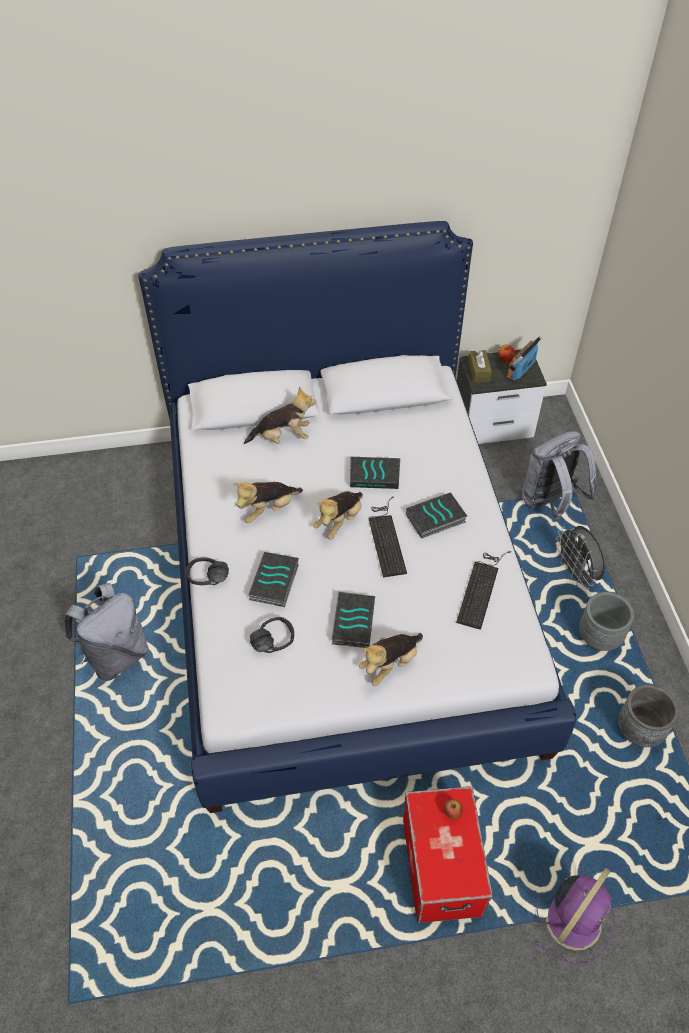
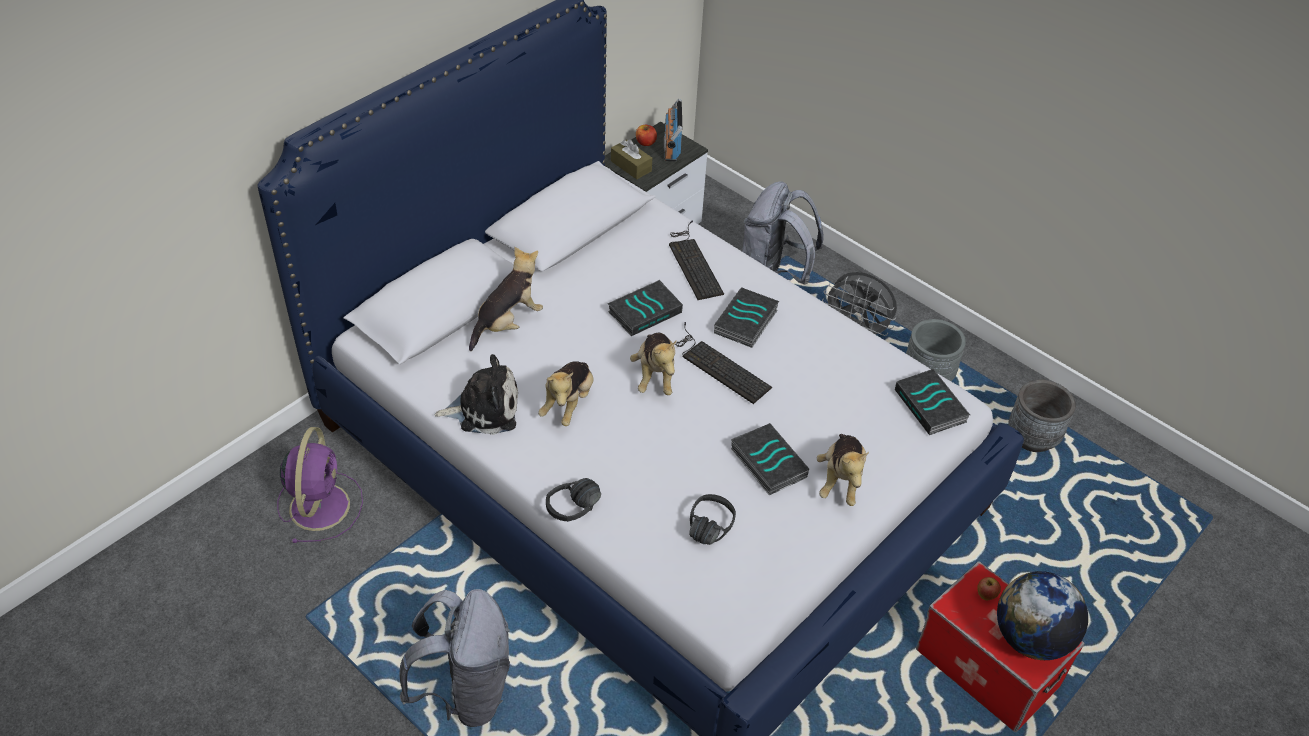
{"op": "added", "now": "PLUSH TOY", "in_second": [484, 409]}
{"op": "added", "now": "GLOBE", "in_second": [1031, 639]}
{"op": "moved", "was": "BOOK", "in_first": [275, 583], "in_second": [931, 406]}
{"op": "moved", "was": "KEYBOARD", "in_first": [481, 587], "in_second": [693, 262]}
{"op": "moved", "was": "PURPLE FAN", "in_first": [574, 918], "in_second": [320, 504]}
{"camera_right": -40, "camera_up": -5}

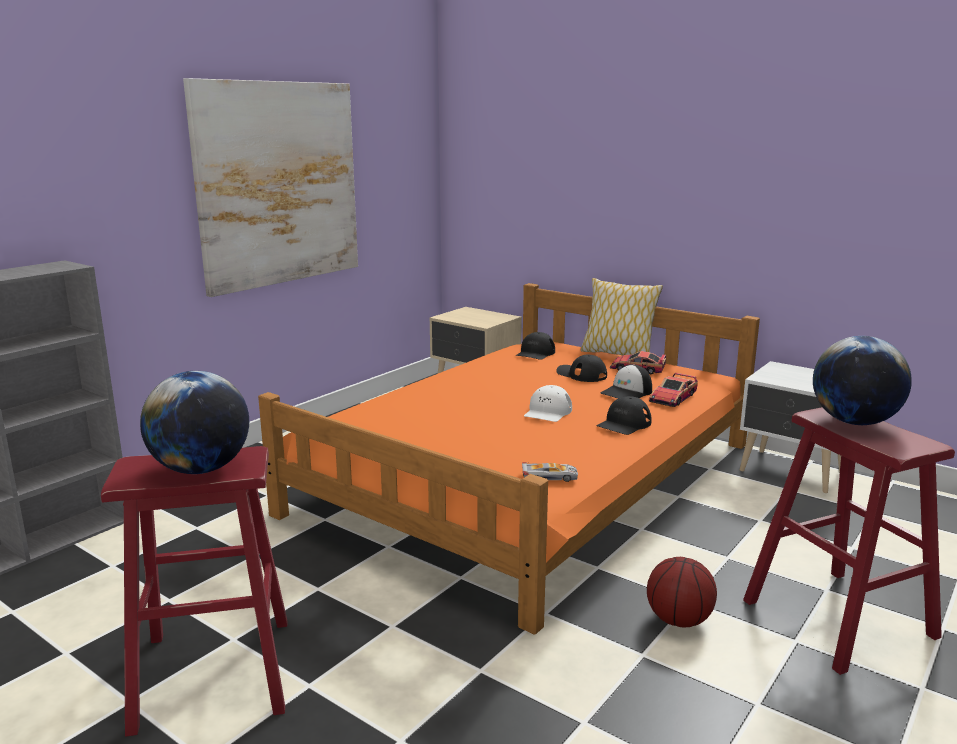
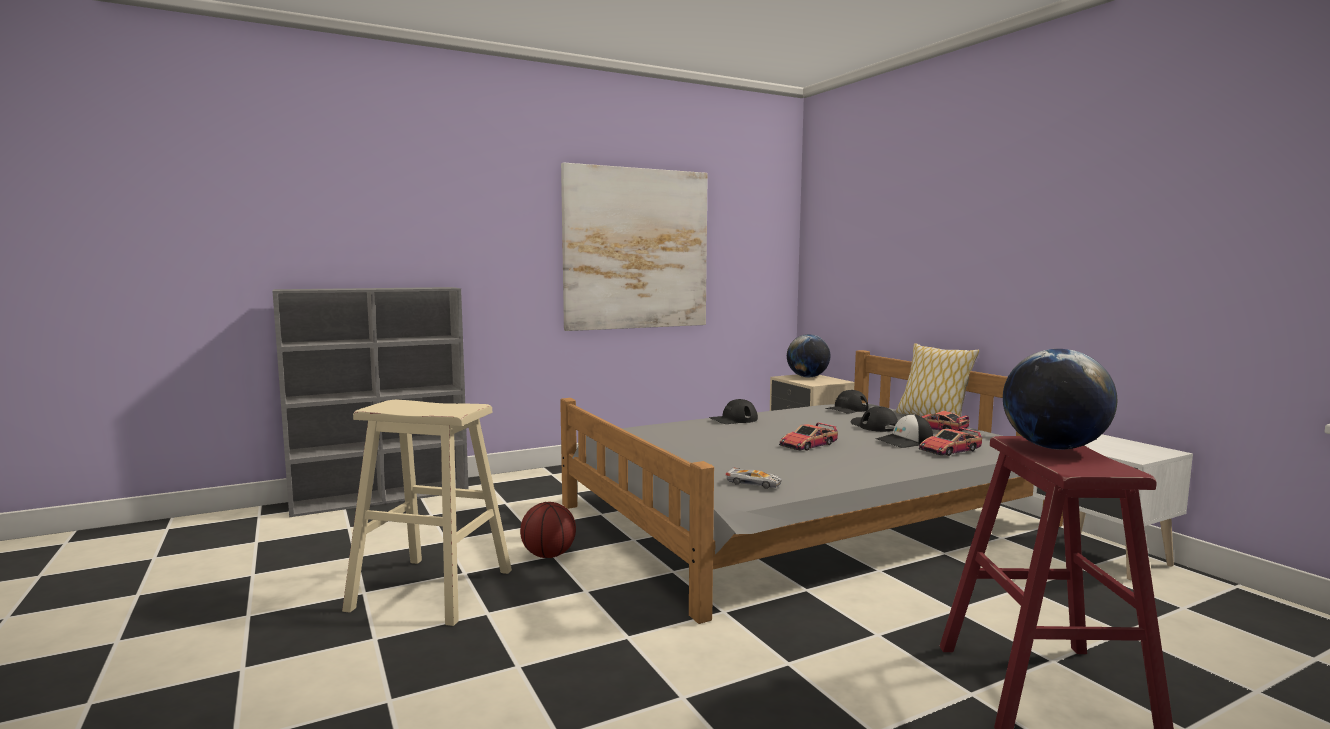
{"op": "moved", "was": "GLOBE", "in_first": [201, 469], "in_second": [807, 377]}
{"op": "moved", "was": "BLACK CAP", "in_first": [624, 424], "in_second": [733, 420]}
{"op": "moved", "was": "BASKETBALL", "in_first": [679, 620], "in_second": [548, 555]}
{"op": "replaced", "was": "WHITE CAP", "now": "TOY CAR", "in_first": [547, 412], "in_second": [808, 445]}
{"op": "recoloured", "was": "RED STOOL", "now": "BEIGE STOOL", "in_first": [214, 673], "in_second": [432, 589]}
{"op": "recoloured", "was": "ORANGE BED", "now": "GREY BED", "in_first": [529, 478], "in_second": [801, 516]}
{"camera_right": 25, "camera_up": -10}

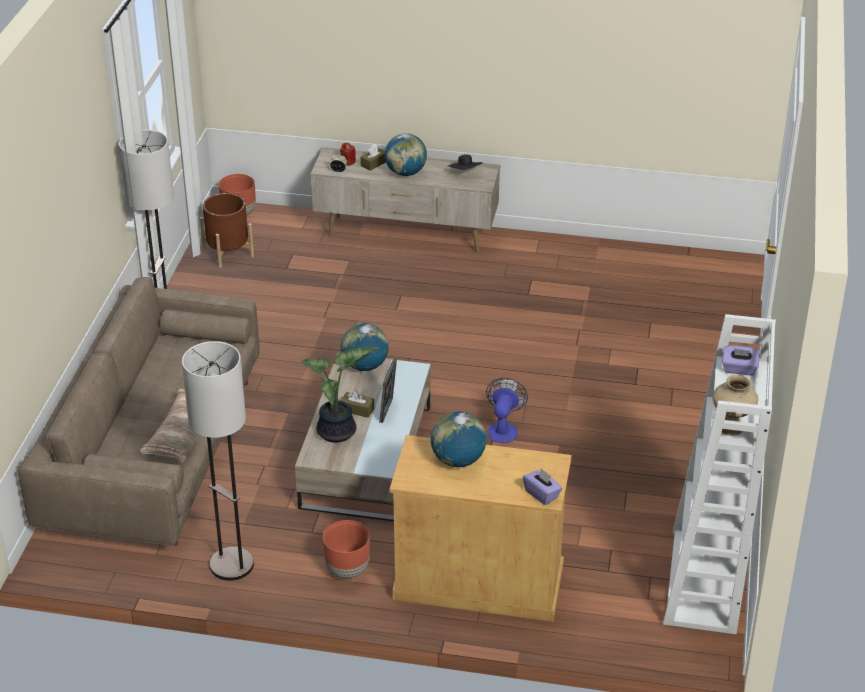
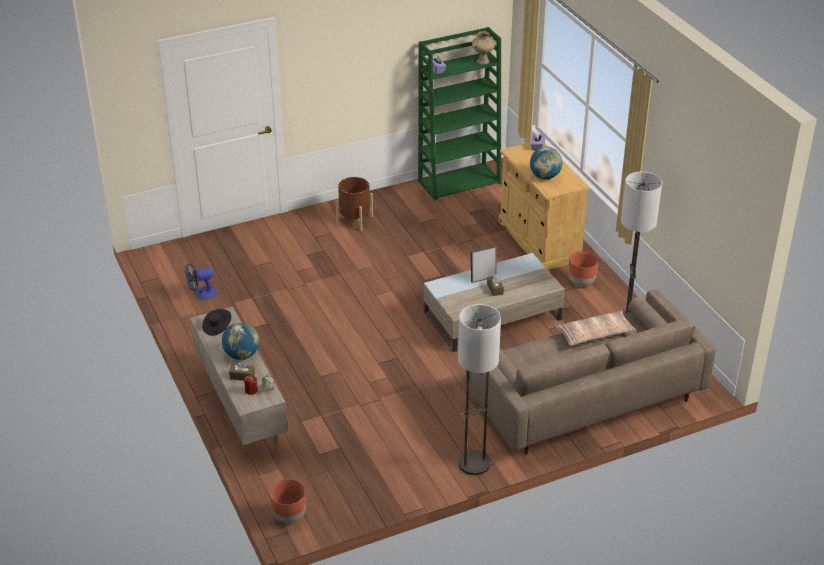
{"op": "removed", "was": "POTTED PLANT", "in_first": [338, 433]}
{"op": "removed", "was": "GLOBE", "in_first": [365, 366]}
{"op": "moved", "was": "BROWN PLANTER", "in_first": [228, 253], "in_second": [354, 220]}
{"op": "moved", "was": "FAN", "in_first": [503, 428], "in_second": [201, 294]}
{"op": "recoloured", "was": "WHITE BOOKCASE", "now": "GREEN BOOKCASE", "in_first": [705, 582], "in_second": [460, 181]}
{"camera_right": -125, "camera_up": 0}

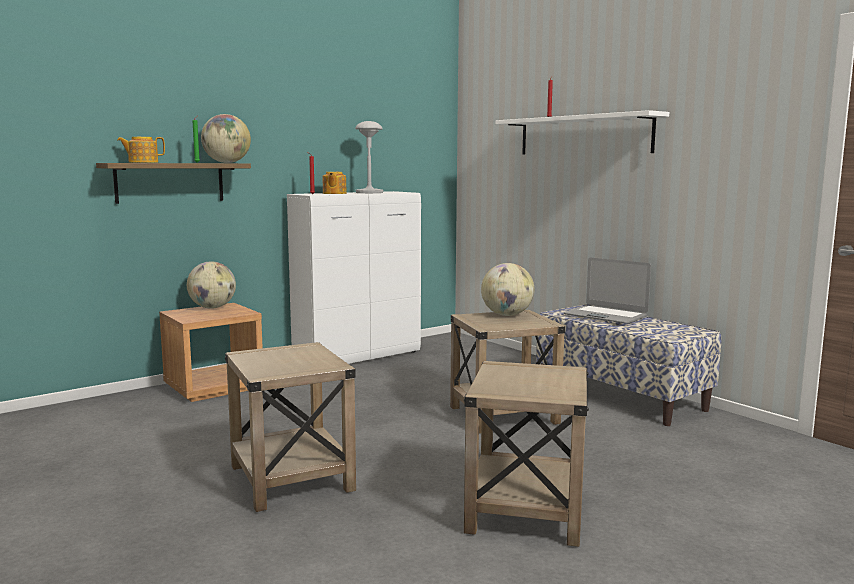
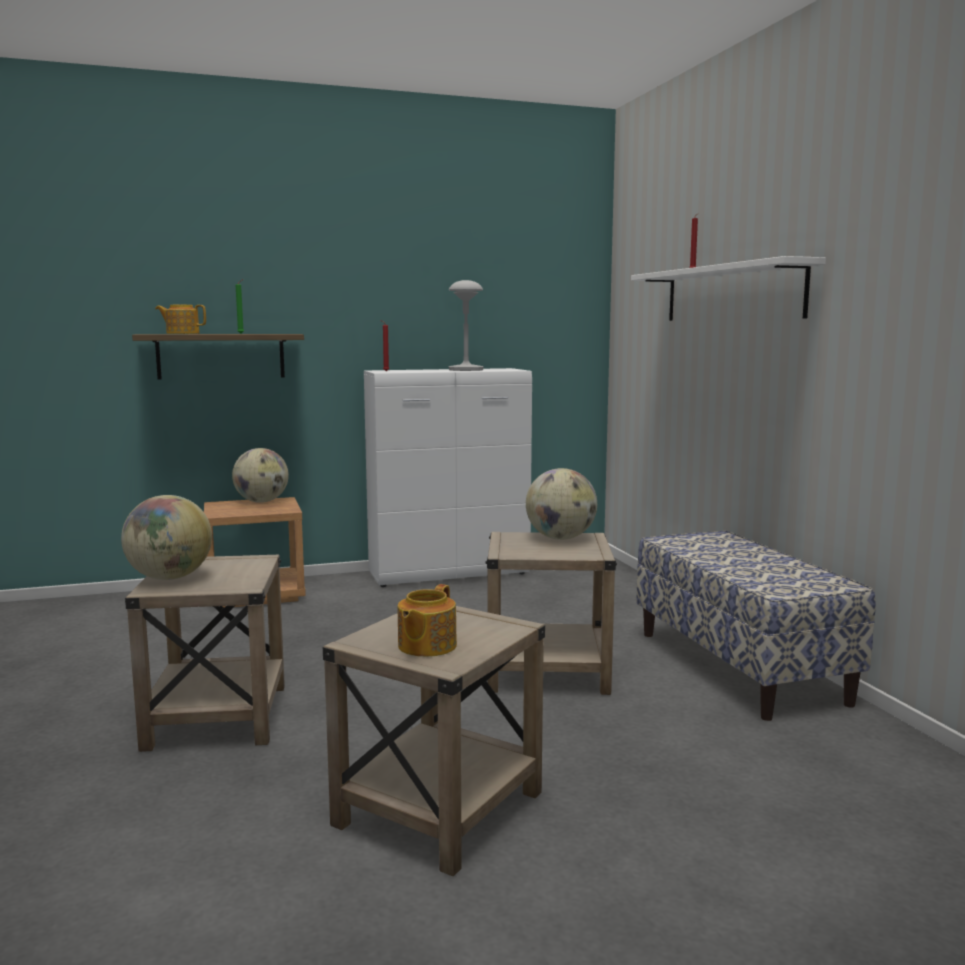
{"op": "removed", "was": "LAPTOP", "in_first": [606, 316]}
{"op": "moved", "was": "GLOBE", "in_first": [226, 163], "in_second": [169, 578]}
{"op": "moved", "was": "TEAPOT", "in_first": [334, 193], "in_second": [425, 646]}
{"camera_right": 20, "camera_up": 0}

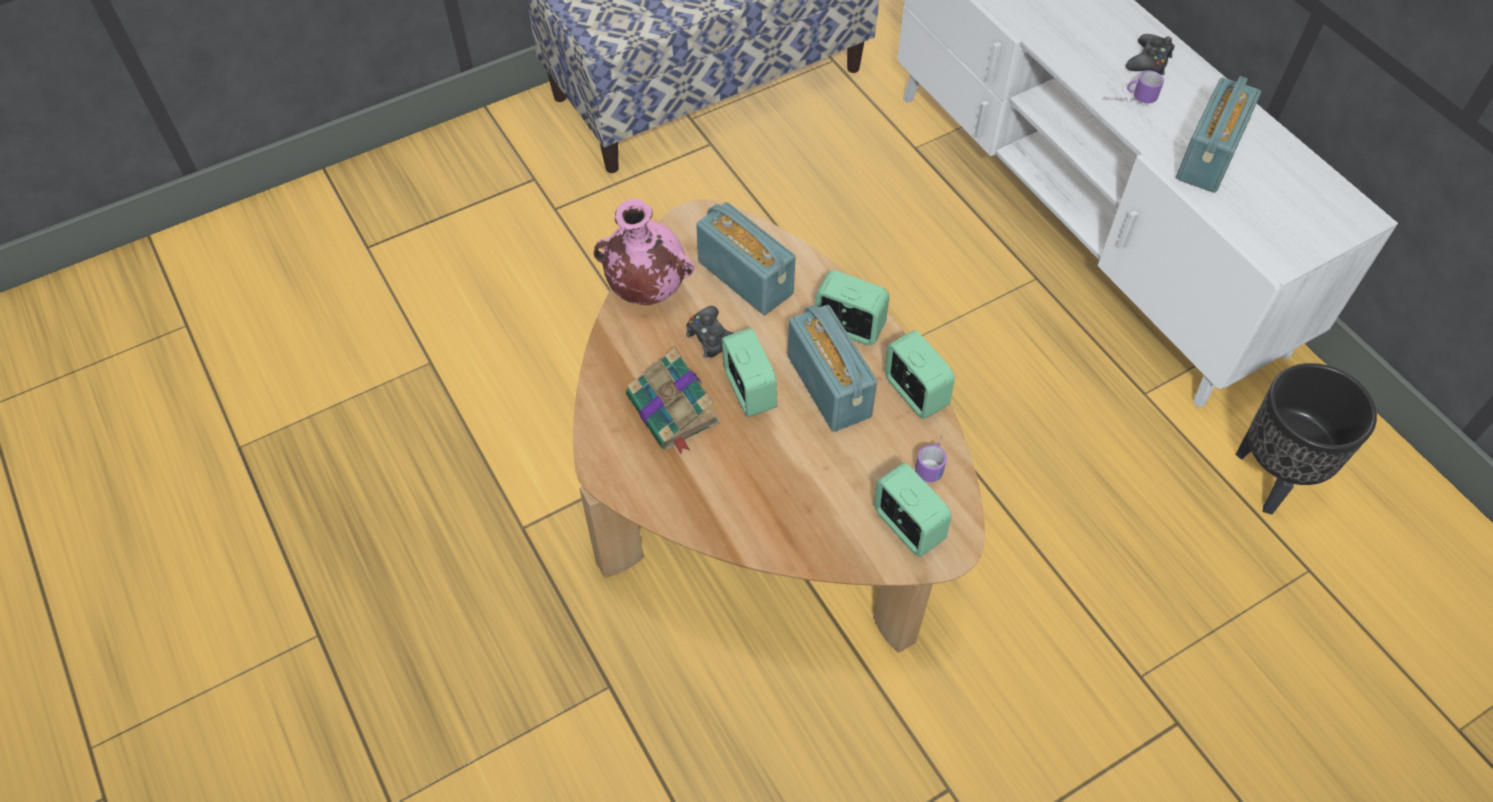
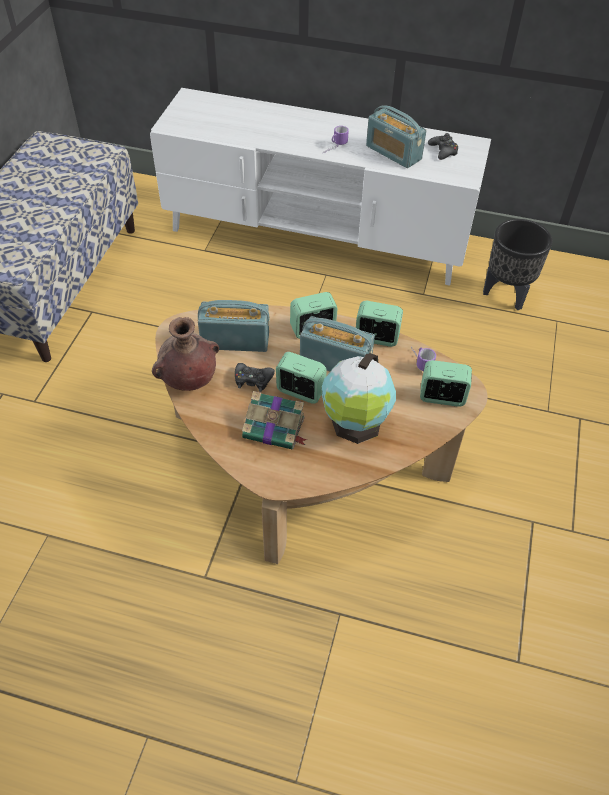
{"op": "added", "now": "GLOBE", "in_second": [355, 425]}
{"op": "moved", "was": "BLACK GAME CONTROLLER", "in_first": [1149, 61], "in_second": [443, 151]}
{"op": "recoloured", "was": "PINK VASE", "now": "BROWN VASE", "in_first": [645, 288], "in_second": [188, 380]}
{"op": "turned", "was": "RADIO", "in_first": [1209, 156], "in_second": [393, 153], "clockwise": 150}
{"camera_right": -45, "camera_up": -5}

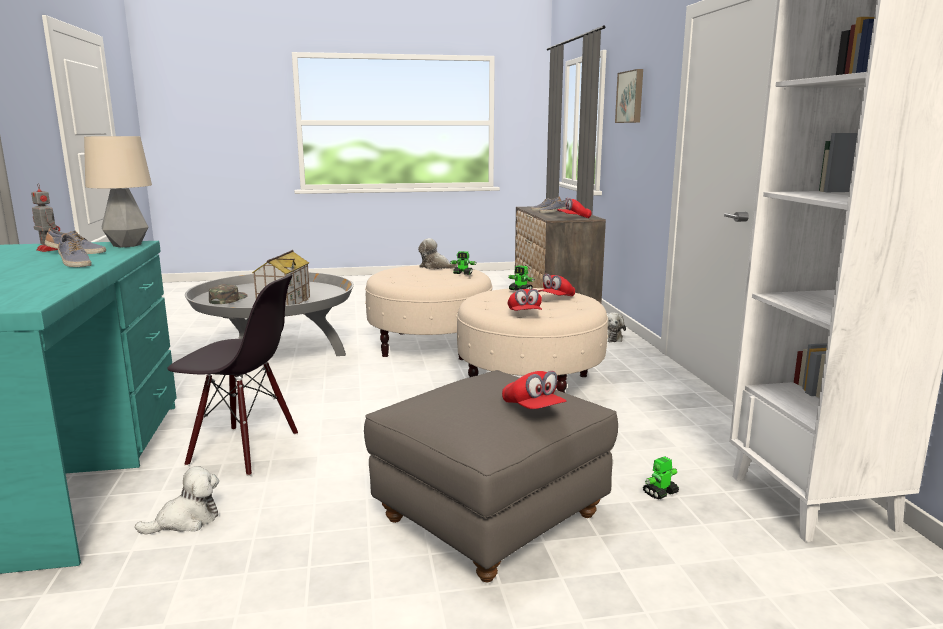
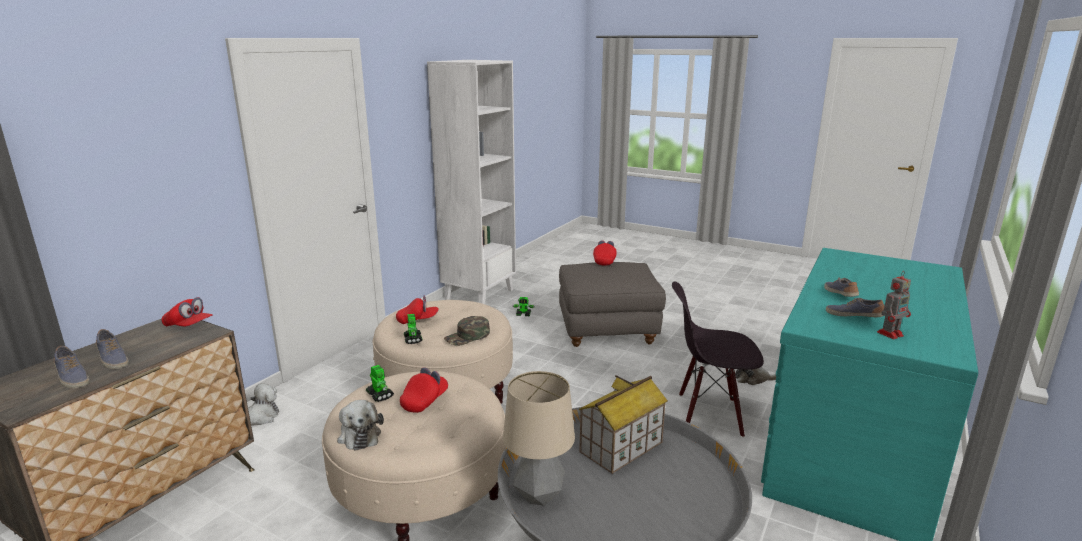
{"op": "removed", "was": "PICTURE", "in_first": [631, 97]}
{"op": "moved", "was": "TABLE LAMP", "in_first": [127, 245], "in_second": [539, 496]}
{"op": "moved", "was": "GREEN CAP", "in_first": [228, 299], "in_second": [467, 336]}
{"op": "moved", "was": "RED CAP", "in_first": [524, 314], "in_second": [425, 401]}
{"op": "turned", "was": "TOY ROBOT", "in_first": [48, 249], "in_second": [890, 333], "clockwise": -105}
{"op": "turned", "was": "BLACK CHAIR", "in_first": [243, 449], "in_second": [708, 415], "clockwise": -45}
{"camera_right": -140, "camera_up": 5}

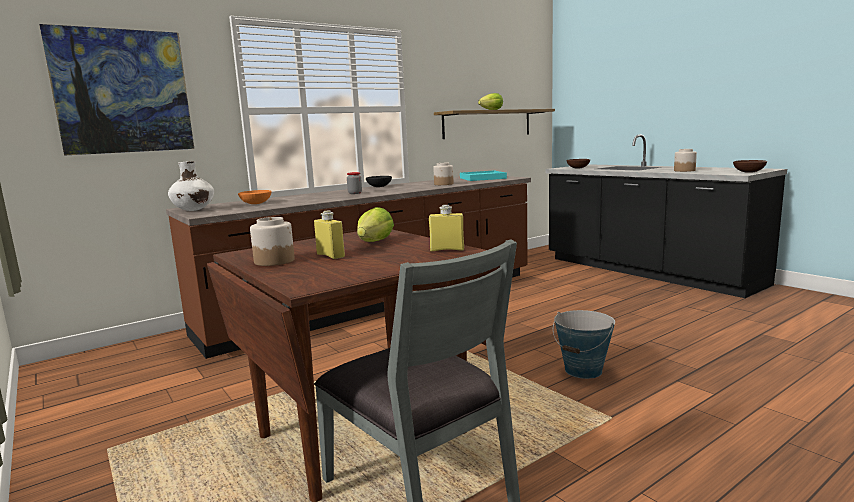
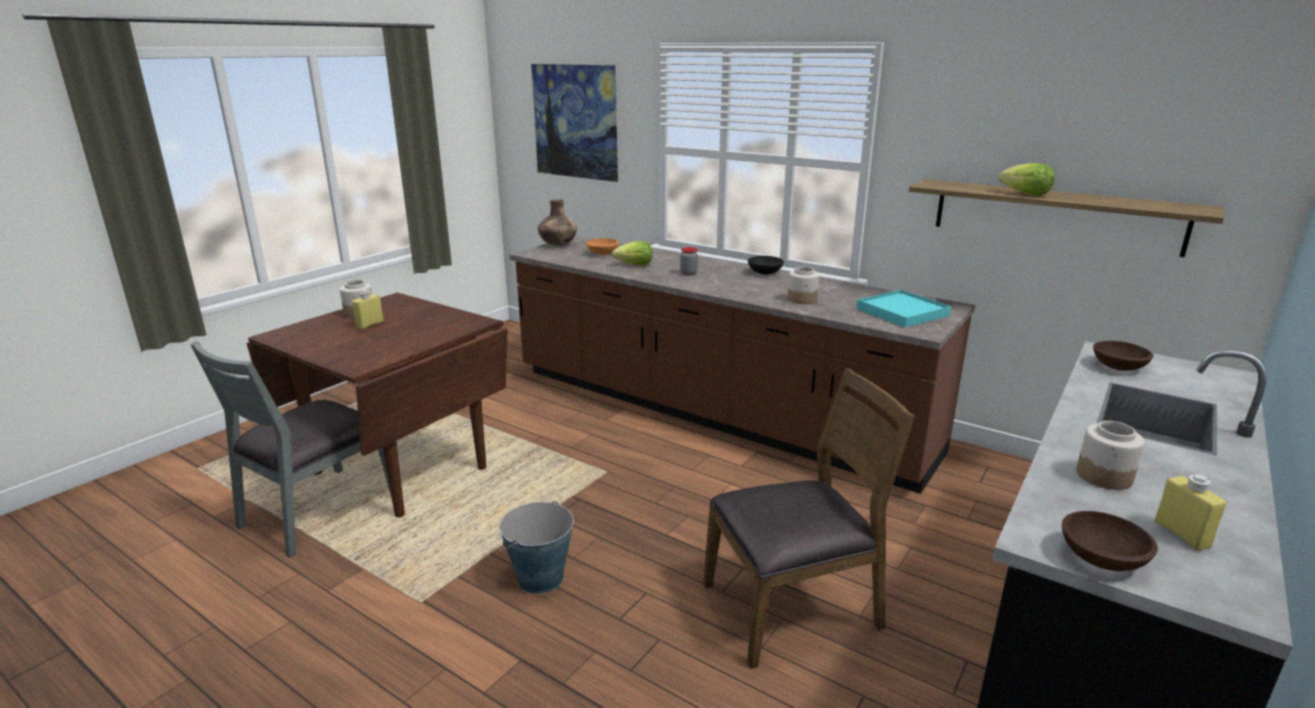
{"op": "added", "now": "BROWN CHAIR", "in_second": [793, 607]}
{"op": "moved", "was": "LETTUCE", "in_first": [375, 242], "in_second": [635, 265]}
{"op": "moved", "was": "YELLOW BOTTLE", "in_first": [447, 249], "in_second": [1181, 534]}
{"op": "recoloured", "was": "WHITE VASE", "now": "BROWN VASE", "in_first": [194, 210], "in_second": [558, 245]}
{"camera_right": 70, "camera_up": 10}

